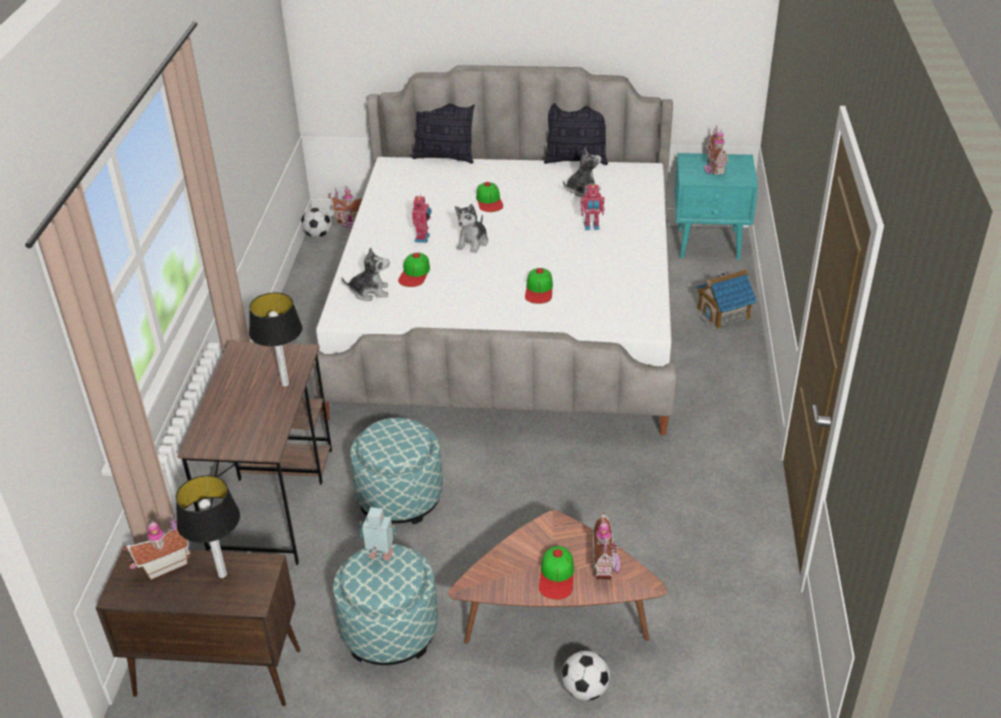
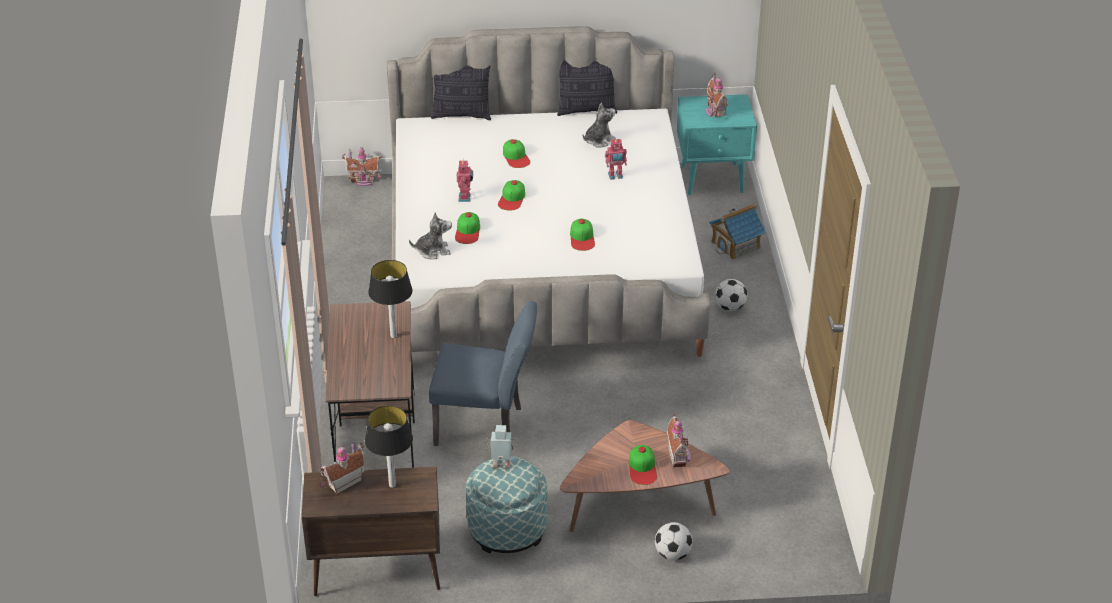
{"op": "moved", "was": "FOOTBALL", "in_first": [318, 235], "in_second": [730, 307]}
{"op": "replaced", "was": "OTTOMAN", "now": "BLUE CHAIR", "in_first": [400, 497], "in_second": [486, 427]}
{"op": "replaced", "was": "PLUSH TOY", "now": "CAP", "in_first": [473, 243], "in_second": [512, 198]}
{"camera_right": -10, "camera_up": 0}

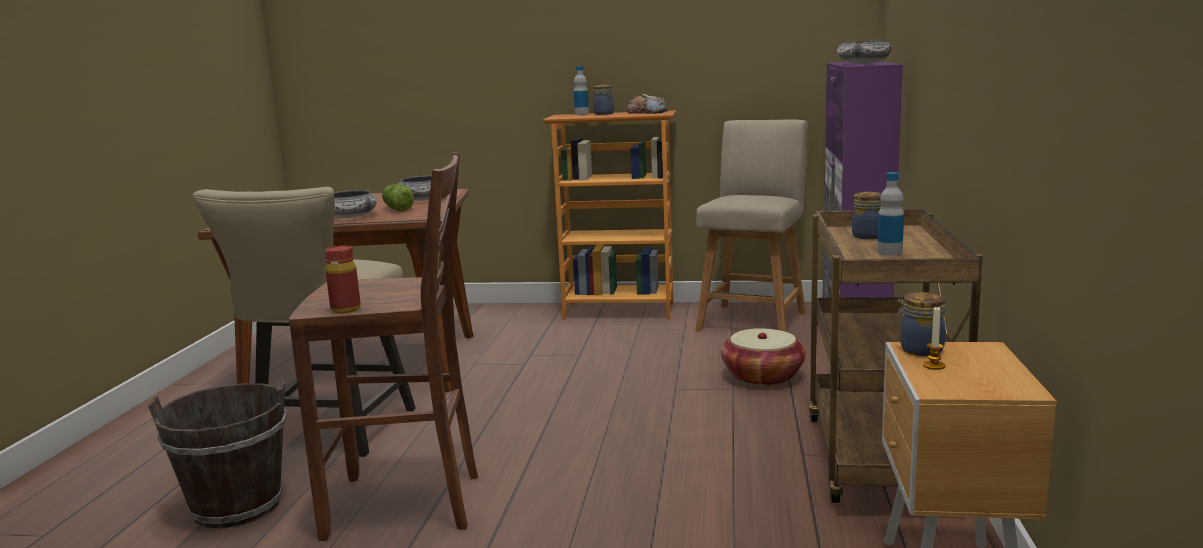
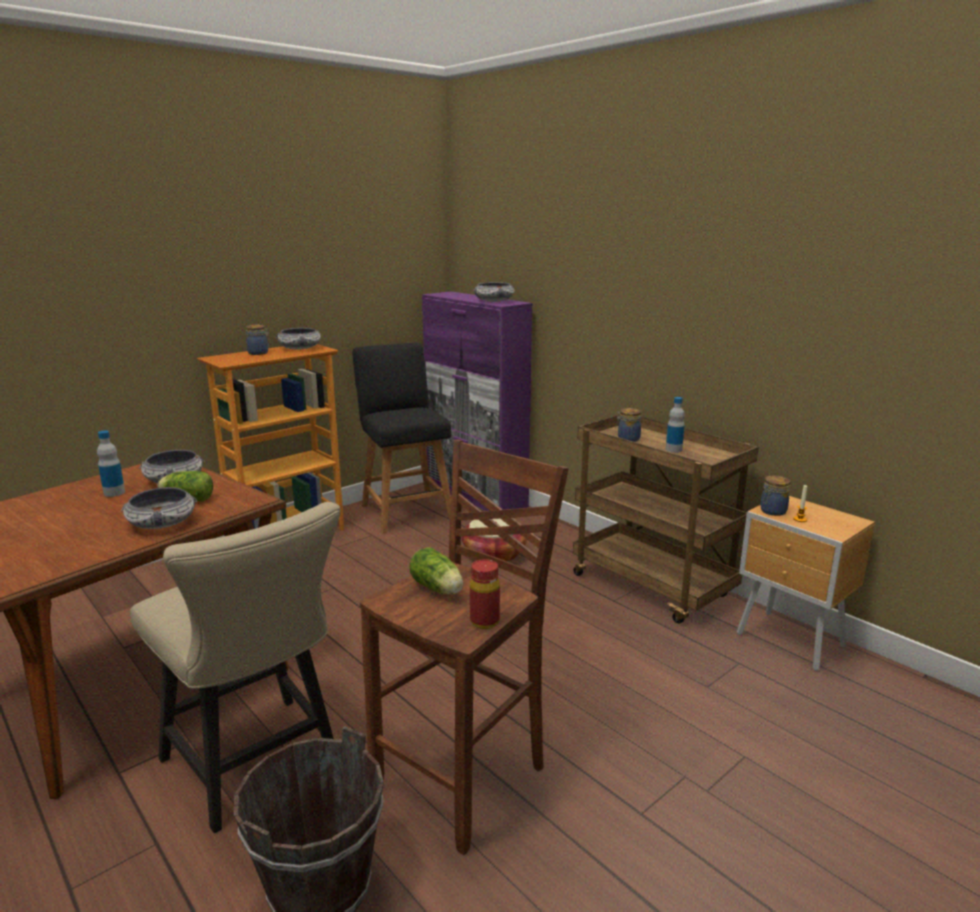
{"op": "added", "now": "LETTUCE", "in_second": [438, 589]}
{"op": "moved", "was": "BOTTLE", "in_first": [581, 114], "in_second": [114, 493]}
{"op": "replaced", "was": "BREAD", "now": "BOWL", "in_first": [647, 113], "in_second": [300, 348]}
{"op": "recoloured", "was": "BEIGE CHAIR", "now": "BLACK CHAIR", "in_first": [753, 319], "in_second": [405, 510]}
{"camera_right": -50, "camera_up": 5}

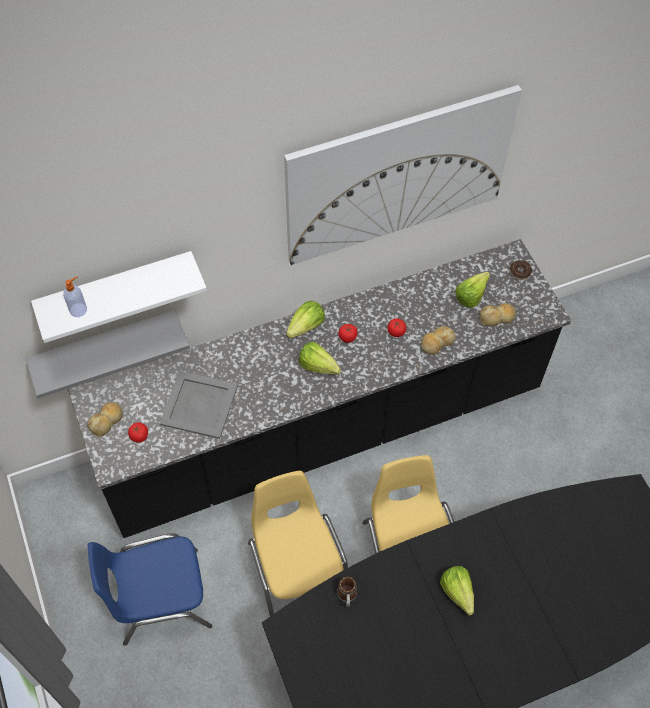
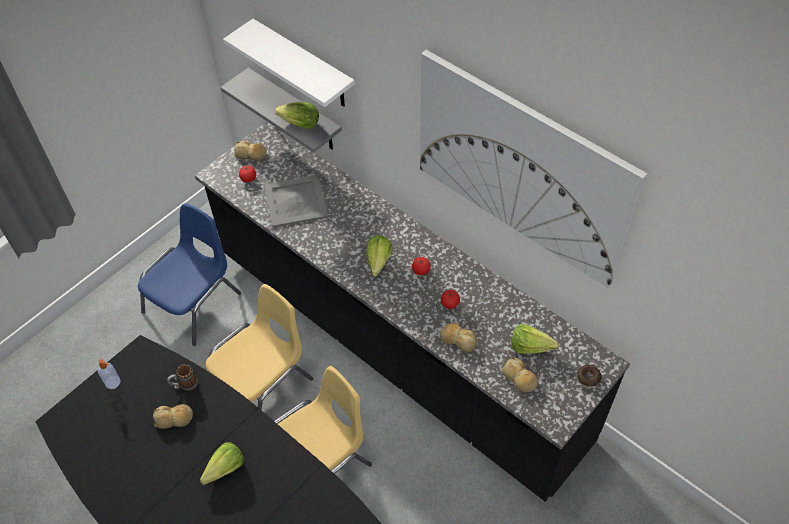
{"op": "added", "now": "BREAD", "in_second": [174, 419]}
{"op": "moved", "was": "SOAP DISPENSER", "in_first": [79, 309], "in_second": [113, 382]}
{"op": "moved", "was": "LETTUCE", "in_first": [306, 327], "in_second": [300, 124]}
{"op": "turned", "was": "BLUE CHAIR", "in_first": [159, 597], "in_second": [194, 302], "clockwise": 75}
{"camera_right": 65, "camera_up": -5}

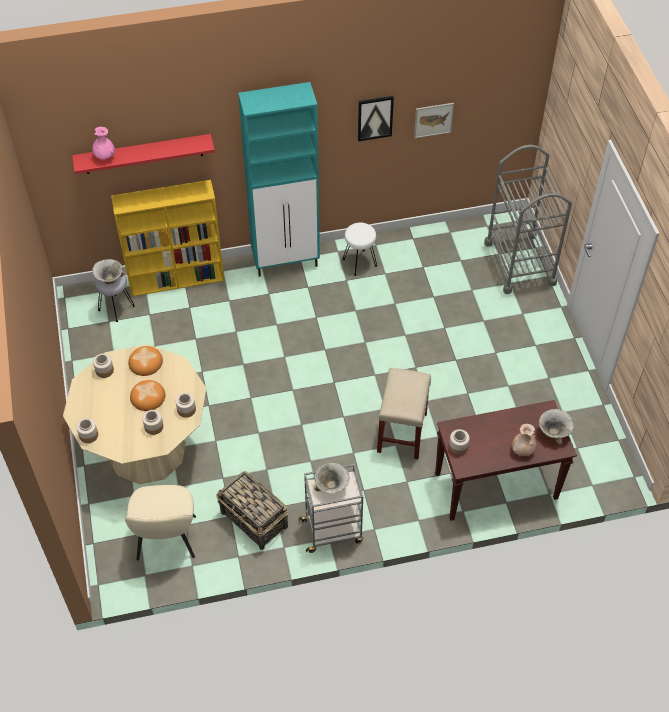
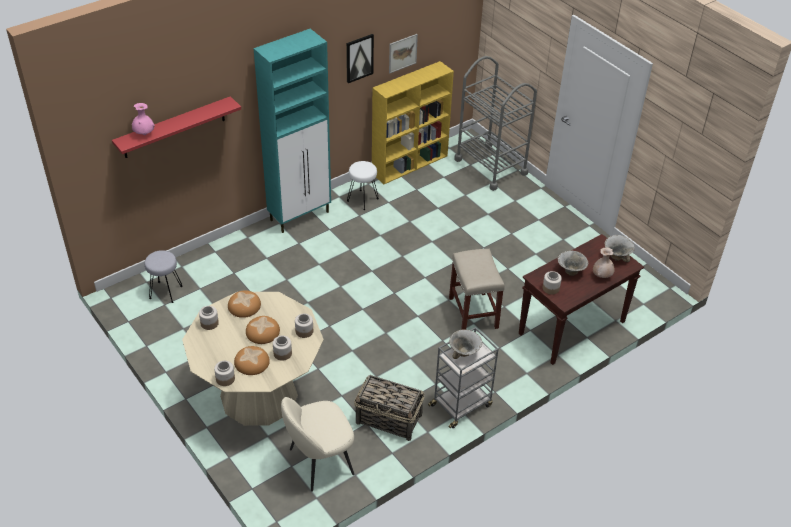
{"op": "added", "now": "BREAD", "in_second": [252, 362]}
{"op": "moved", "was": "BOWL", "in_first": [109, 279], "in_second": [570, 271]}
{"op": "moved", "was": "YELLOW BOOKCASE", "in_first": [177, 279], "in_second": [410, 164]}
{"op": "turned", "was": "BEIGE CHAIR", "in_first": [166, 540], "in_second": [319, 462], "clockwise": 90}
{"camera_right": -25, "camera_up": -10}

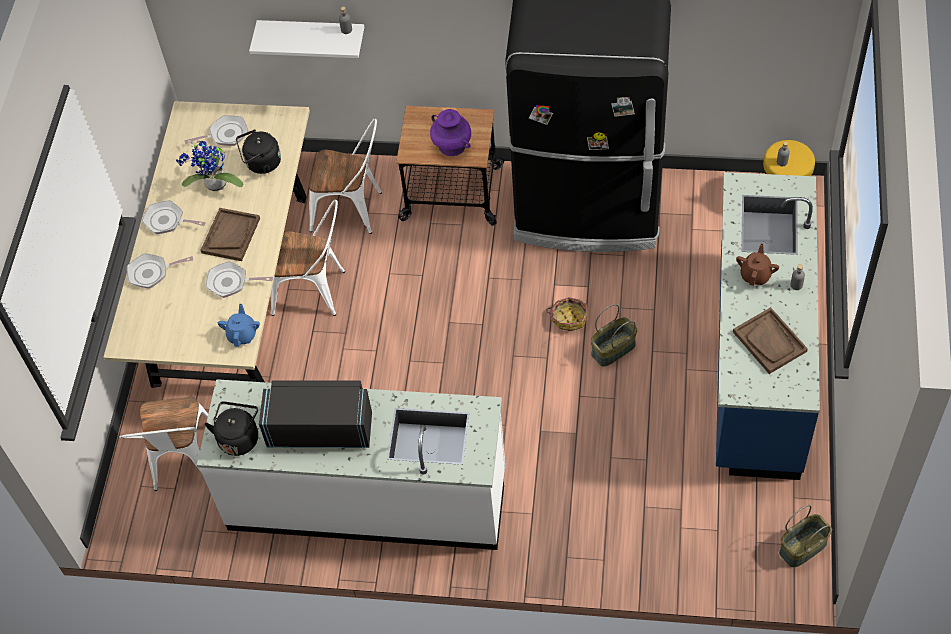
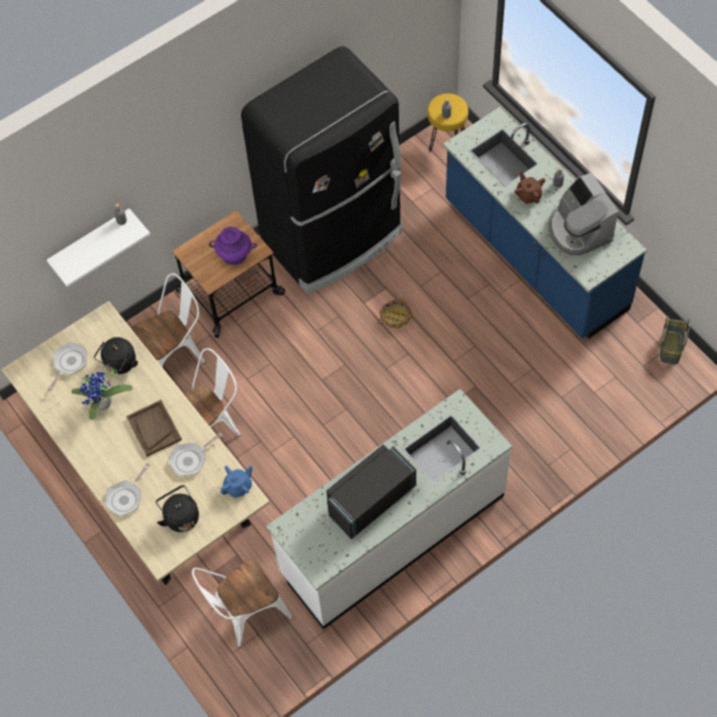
{"op": "removed", "was": "FRYING PAN", "in_first": [167, 221]}
{"op": "removed", "was": "BASKET", "in_first": [613, 350]}
{"op": "moved", "was": "BLACK KETTLE", "in_first": [239, 437], "in_second": [180, 516]}
{"op": "replaced", "was": "BROWN TRAY", "now": "COFFEE MACHINE", "in_first": [769, 342], "in_second": [578, 230]}
{"op": "turned", "was": "WHITE CHAIR", "in_first": [183, 463], "in_second": [245, 614], "clockwise": 105}
{"op": "turned", "was": "BLUE TEAPOT", "in_first": [242, 334], "in_second": [238, 486], "clockwise": 90}
{"camera_right": -45, "camera_up": 5}

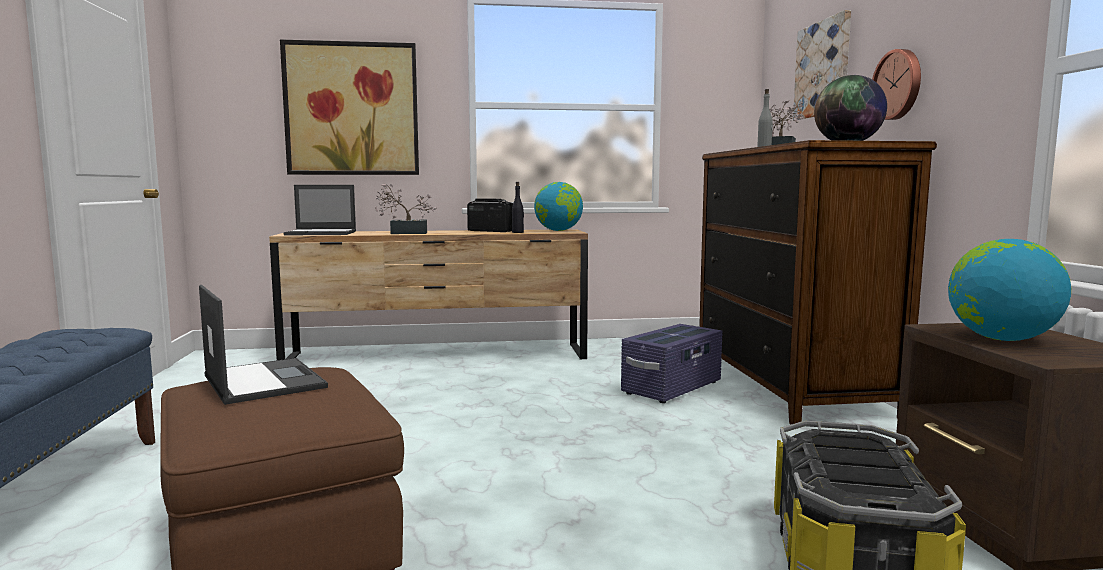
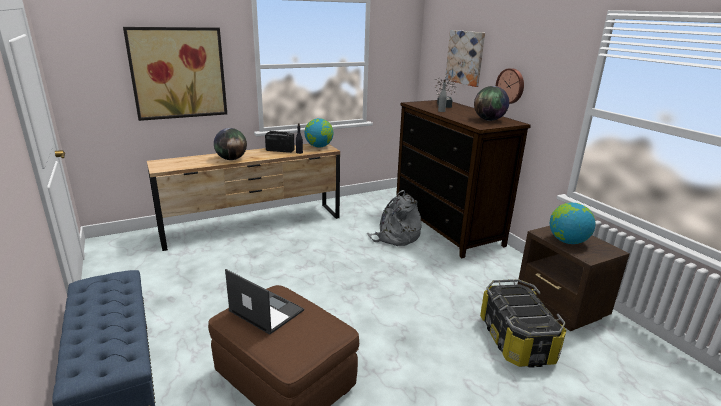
{"op": "removed", "was": "LAPTOP", "in_first": [322, 233]}
{"op": "replaced", "was": "POTTED PLANT", "now": "GLOBE", "in_first": [404, 233], "in_second": [231, 159]}
{"op": "replaced", "was": "PURPLE STORAGE BOX", "now": "GREY BACKPACK", "in_first": [672, 388], "in_second": [395, 237]}
{"camera_right": -20, "camera_up": 15}

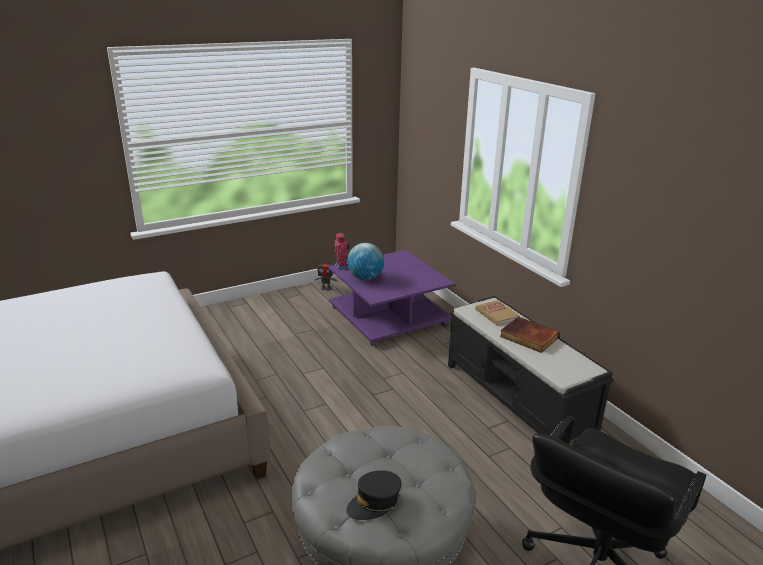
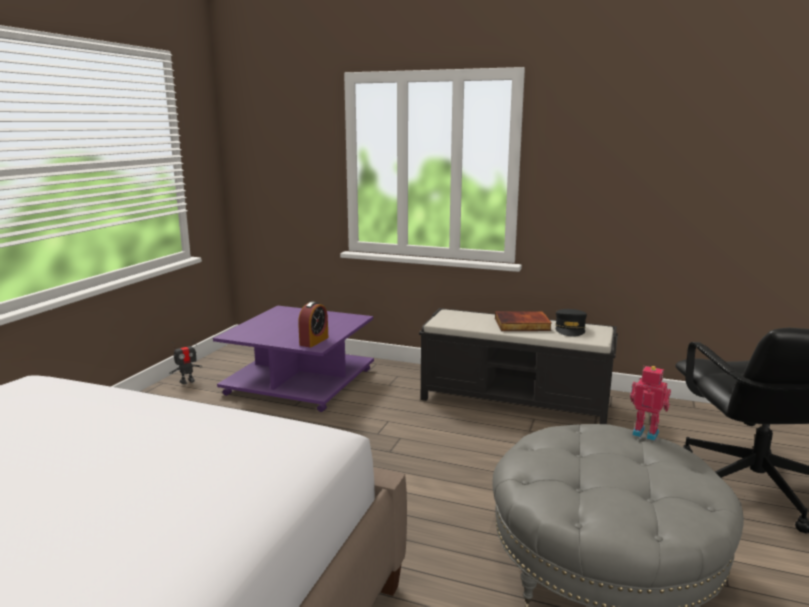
{"op": "removed", "was": "GLOBE", "in_first": [365, 278]}
{"op": "removed", "was": "BOOK", "in_first": [496, 314]}
{"op": "added", "now": "ALARM CLOCK", "in_second": [314, 341]}
{"op": "moved", "was": "TOY ROBOT", "in_first": [341, 266], "in_second": [646, 432]}
{"op": "moved", "was": "BLACK CAP", "in_first": [374, 502], "in_second": [570, 329]}
{"camera_right": -40, "camera_up": -10}

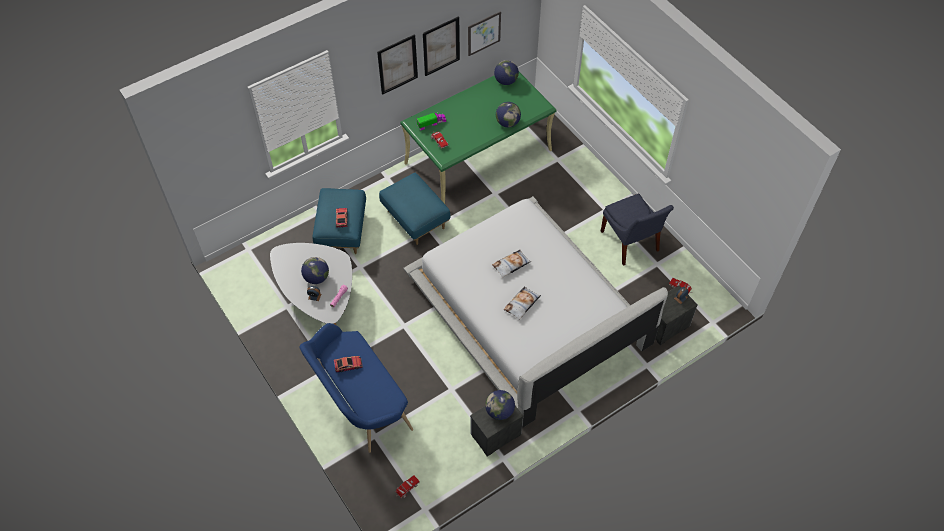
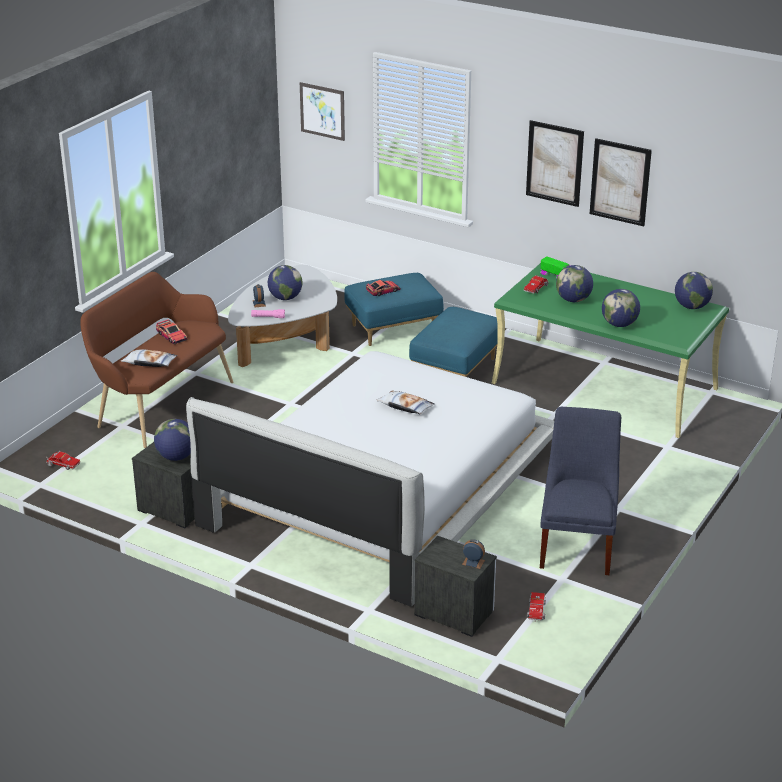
{"op": "added", "now": "GLOBE", "in_second": [573, 300]}
{"op": "moved", "was": "PICTURE", "in_first": [484, 33], "in_second": [322, 111]}
{"op": "moved", "was": "PILLOW", "in_first": [522, 304], "in_second": [149, 362]}
{"op": "recoloured", "was": "BLUE BENCH", "now": "BROWN BENCH", "in_first": [359, 403], "in_second": [160, 404]}
{"op": "turned", "was": "BLUE CHAIR", "in_first": [630, 243], "in_second": [578, 545], "clockwise": 150}
{"camera_right": 65, "camera_up": -25}

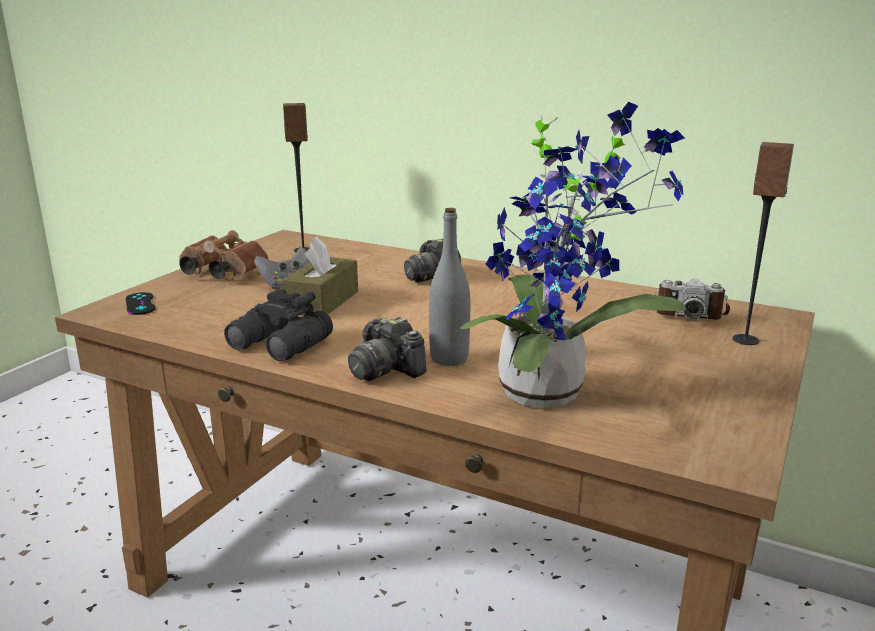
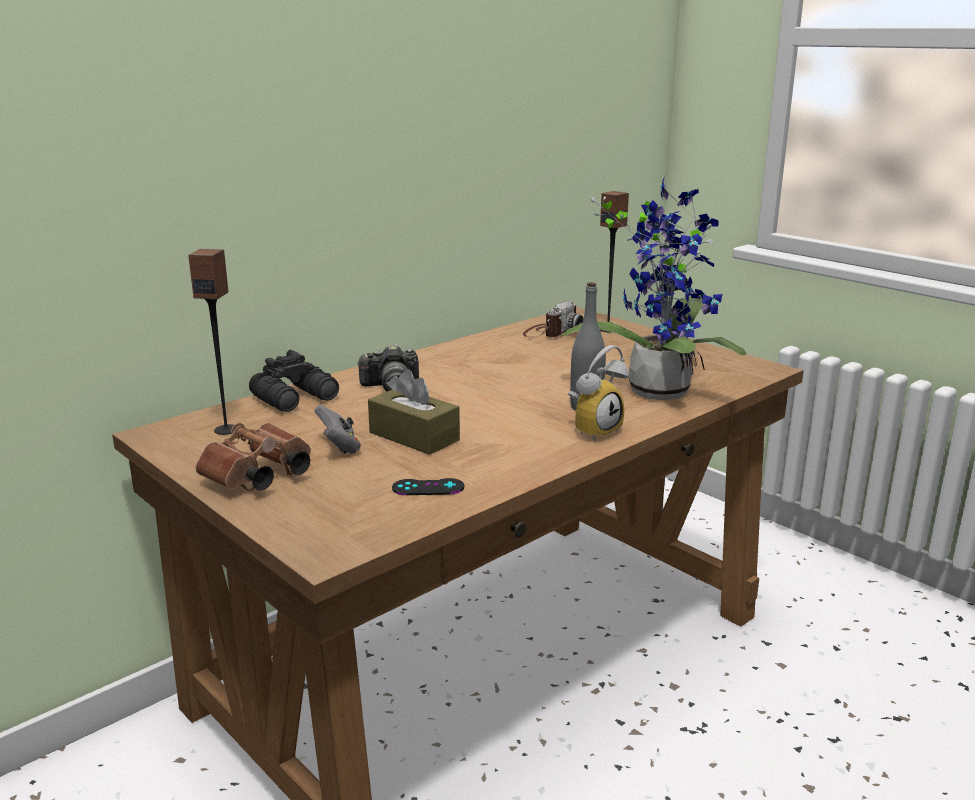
{"op": "moved", "was": "BLACK GAME CONTROLLER", "in_first": [140, 304], "in_second": [428, 487]}
{"op": "moved", "was": "BLACK BINOCULARS", "in_first": [280, 345], "in_second": [297, 398]}
{"op": "replaced", "was": "PHOTO CAMERA", "now": "ALARM CLOCK", "in_first": [385, 369], "in_second": [594, 430]}
{"camera_right": -70, "camera_up": 0}

